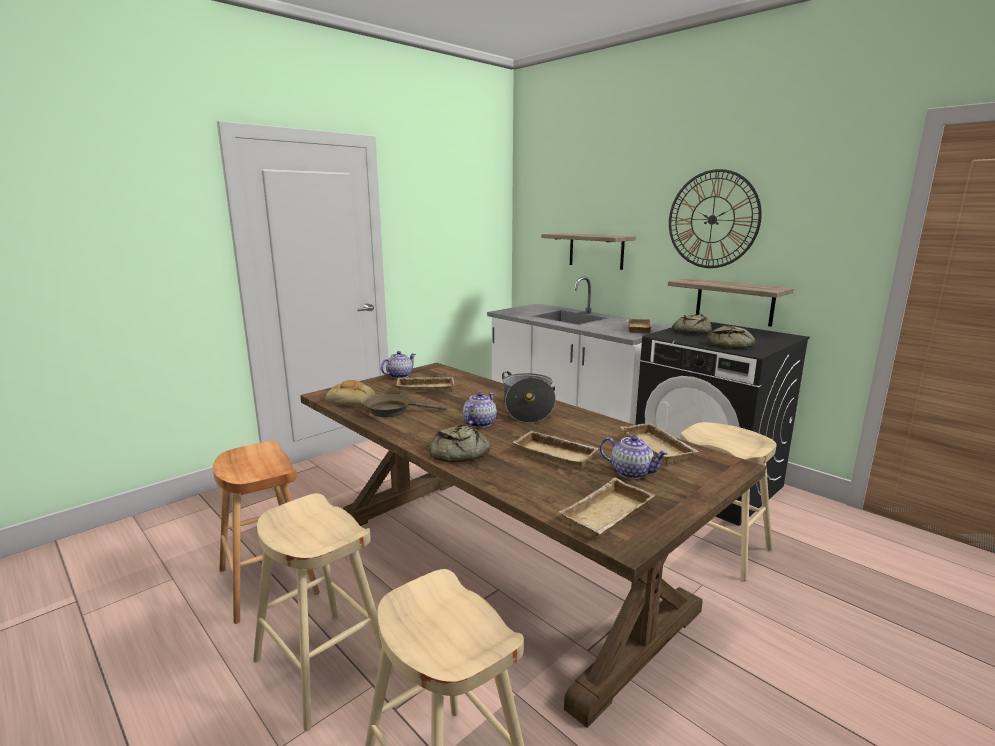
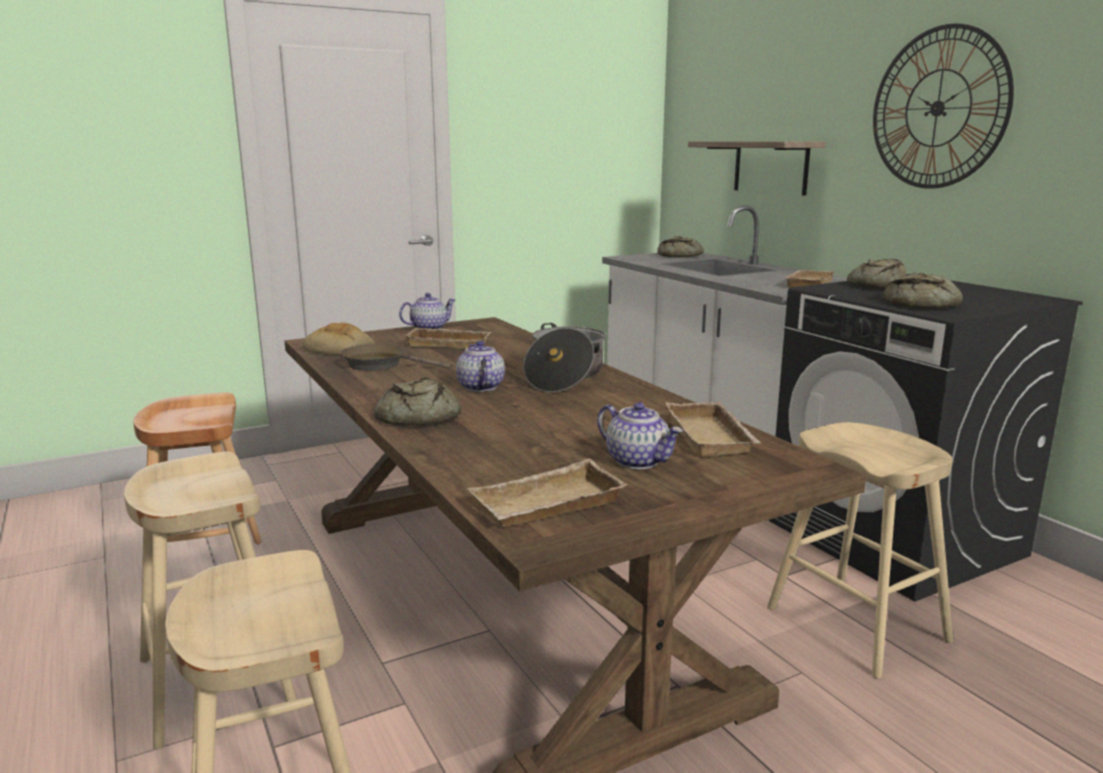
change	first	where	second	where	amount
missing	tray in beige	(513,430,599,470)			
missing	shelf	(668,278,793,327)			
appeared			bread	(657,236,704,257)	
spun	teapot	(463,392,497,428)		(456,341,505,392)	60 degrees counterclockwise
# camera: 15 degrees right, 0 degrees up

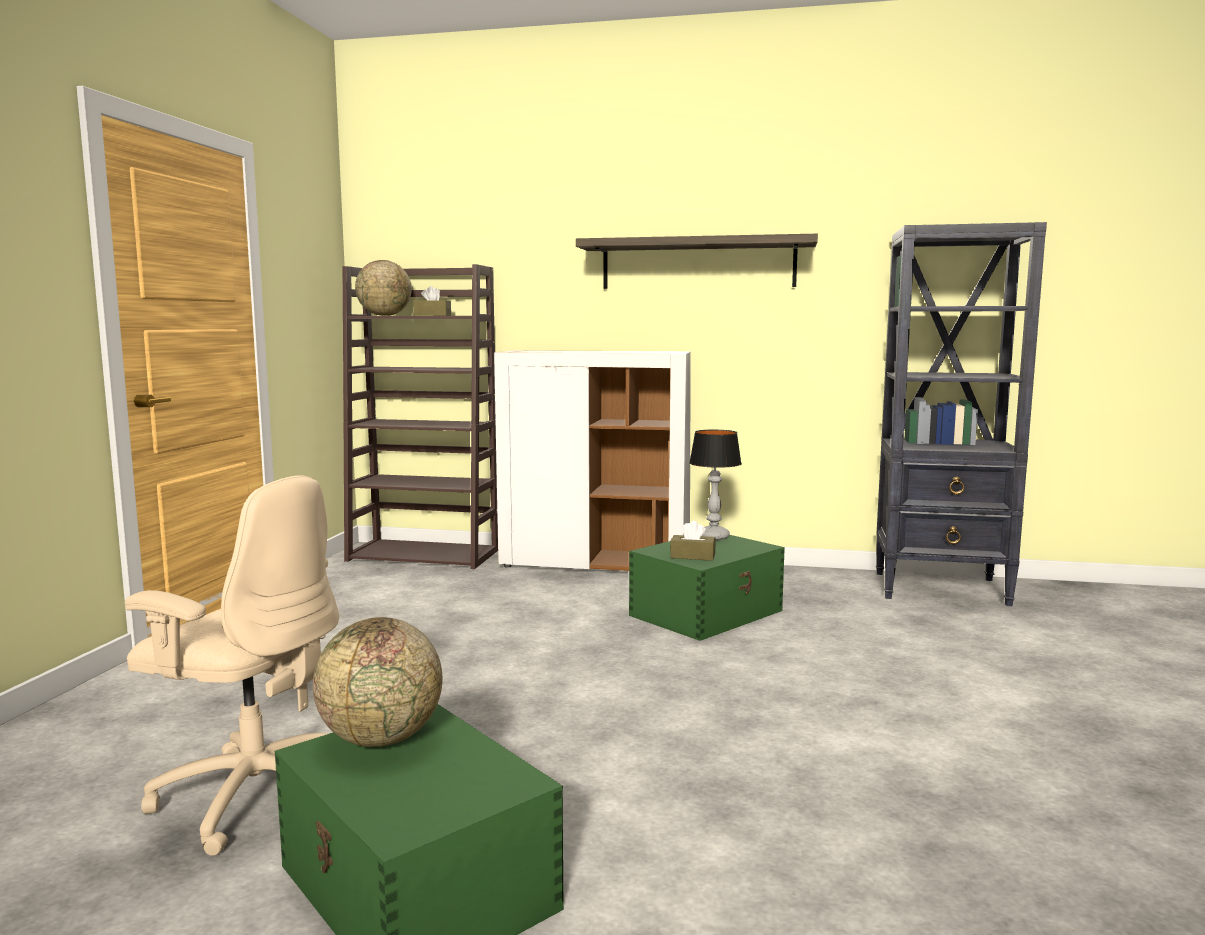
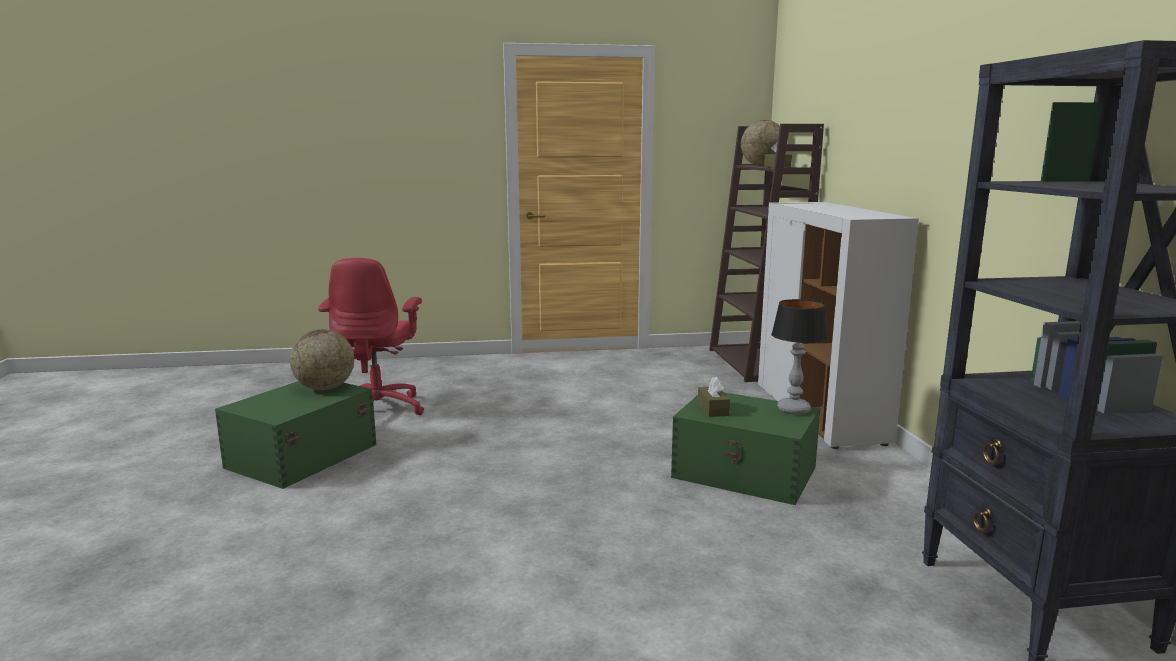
change	first	where	second	where	amount
missing	shelf	(576,234,818,289)			
colour	office chair in beige	(125,475,339,856)	office chair in red	(318,258,424,415)	
# camera: 70 degrees right, 5 degrees up

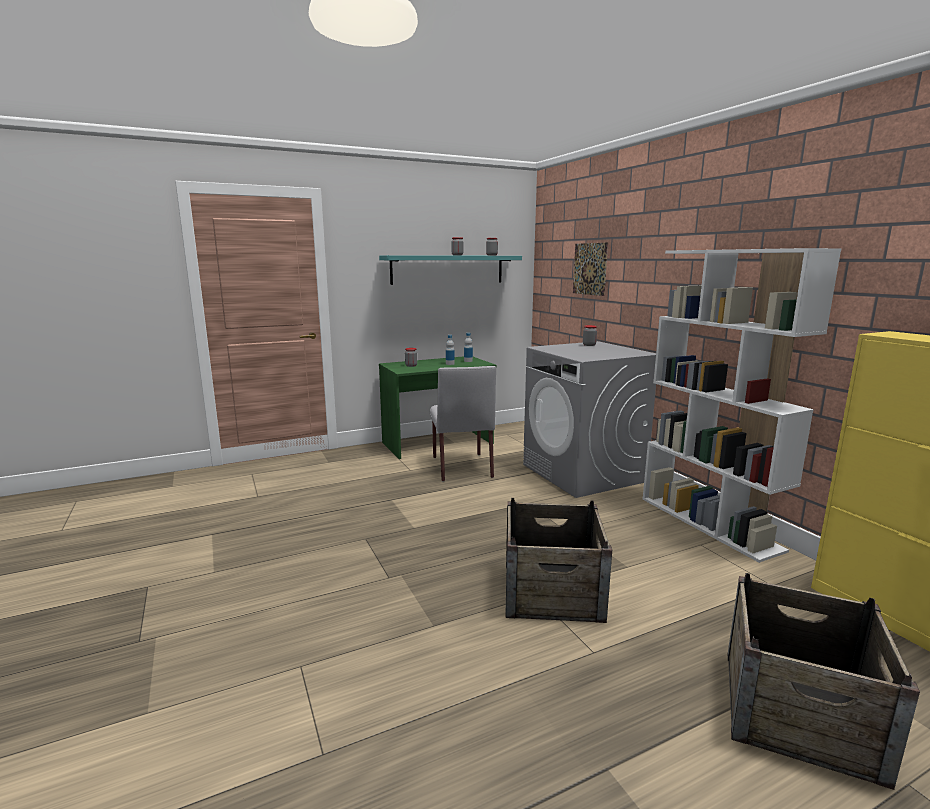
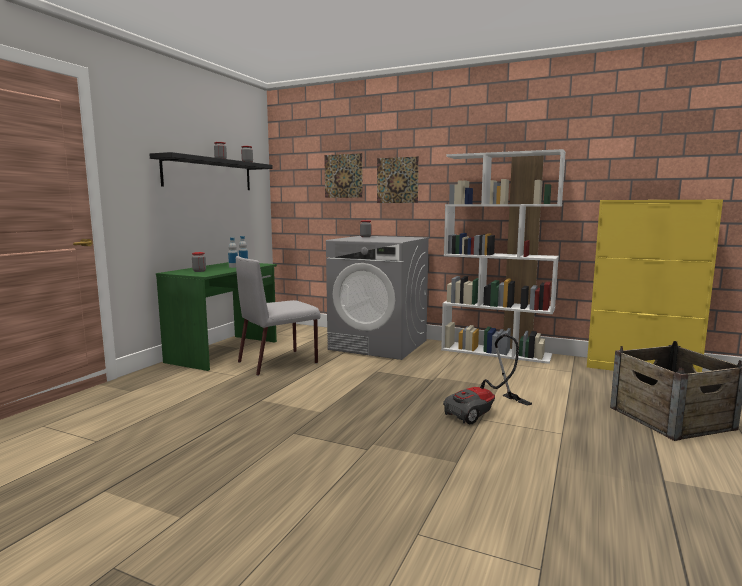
change	first	where	second	where	amount
appeared			picture	(377,157,419,203)	
exchanged	crate	(506,498,612,623)	vacuum cleaner	(443,334,532,424)	
colour	shelf in turquoise	(379,255,522,285)	shelf in black	(149,152,273,190)	
spun	chair in grey	(430,366,496,482)		(236,256,321,376)	105 degrees clockwise
# camera: 40 degrees left, 5 degrees down

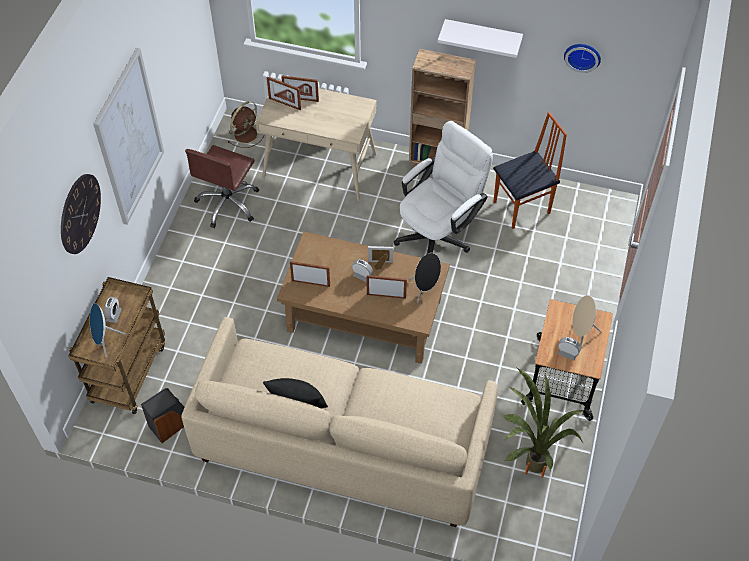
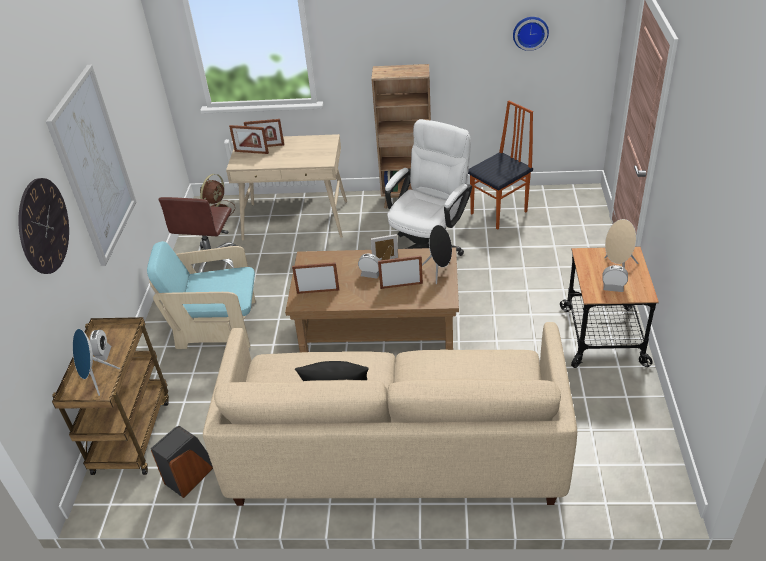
change	first	where	second	where	amount
missing	shelf in white	(437,19,523,58)			
missing	potted plant	(504,368,584,478)			
appeared			armchair in turquoise	(147,241,255,349)	
# camera: 10 degrees left, 15 degrees down

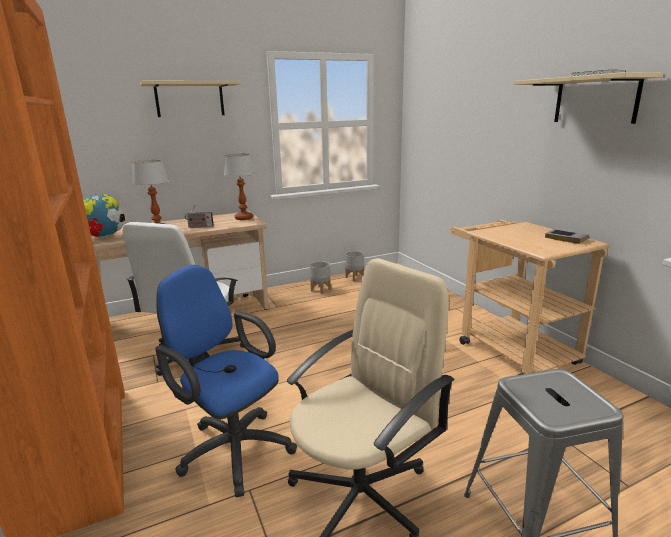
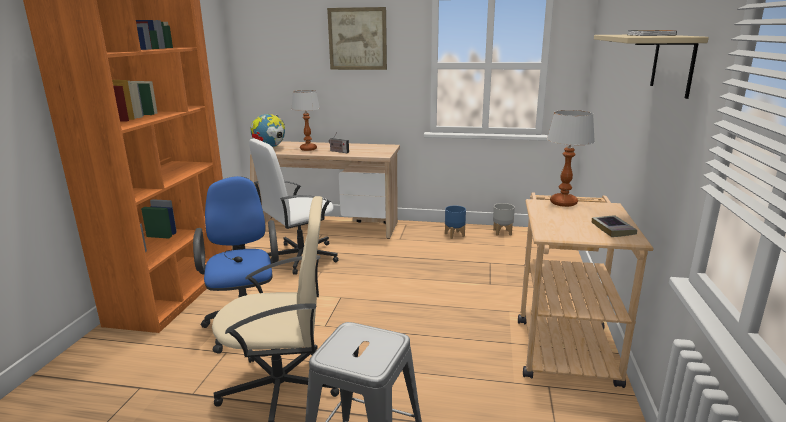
change	first	where	second	where	amount
relocated	table lamp	(224,154,256,220)		(547,110,595,207)	
exchanged	shelf in beige	(140,81,241,117)	picture	(327,7,387,70)	
colour	planter in grey	(310,261,331,294)	planter in blue	(445,206,466,239)	
# camera: 35 degrees right, 0 degrees up

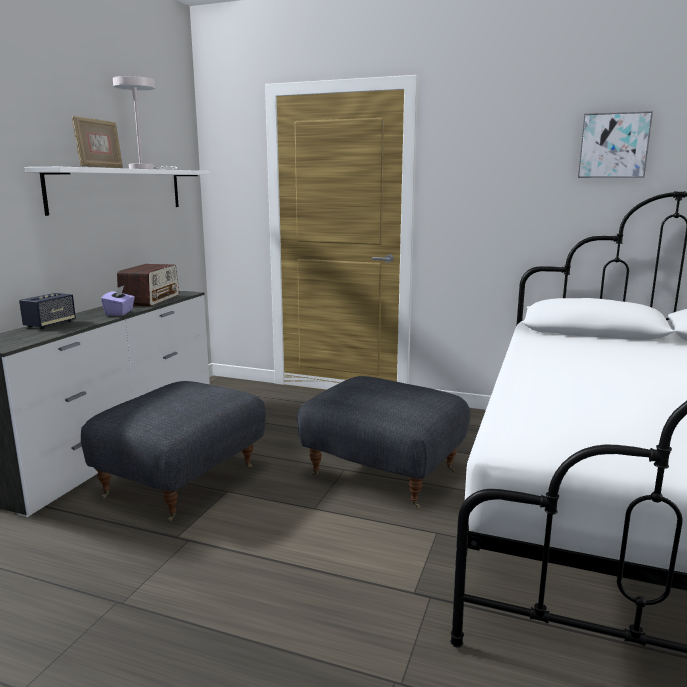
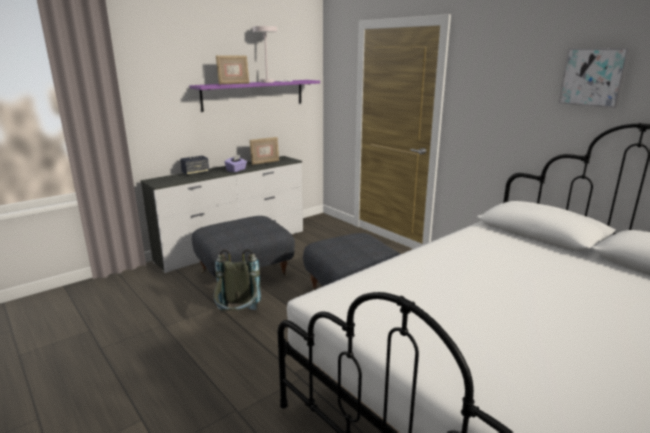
change	first	where	second	where	amount
appeared			backpack in grey	(214,249,261,311)	
exchanged	radio	(117,264,179,306)	picture frame	(250,137,279,165)	
colour	shelf in white	(24,167,211,216)	shelf in purple	(190,80,320,112)	
# camera: 30 degrees right, 5 degrees up

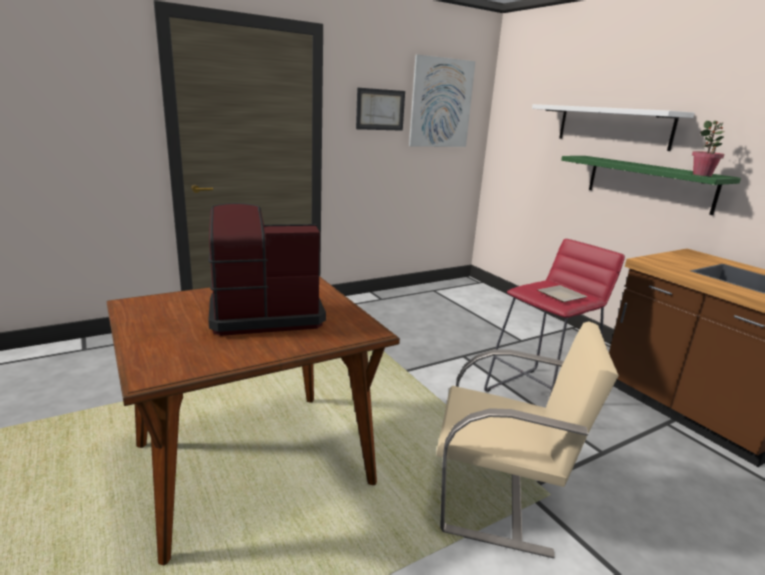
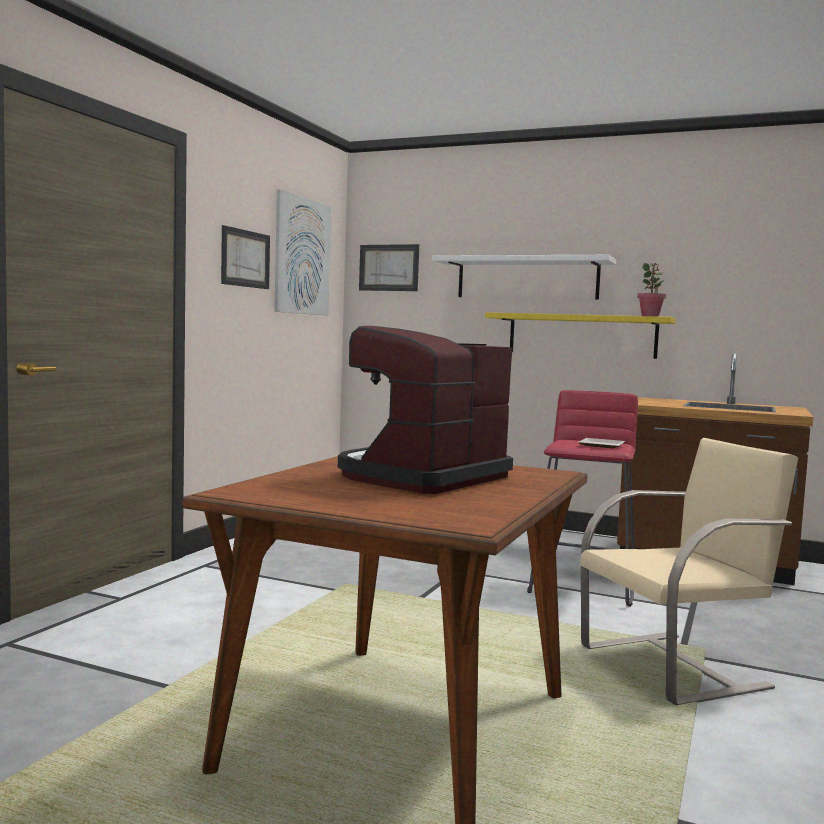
change	first	where	second	where	amount
appeared			picture	(359,244,419,291)	
colour	shelf in green	(561,156,741,215)	shelf in yellow	(485,312,676,359)	
# camera: 35 degrees left, 15 degrees down

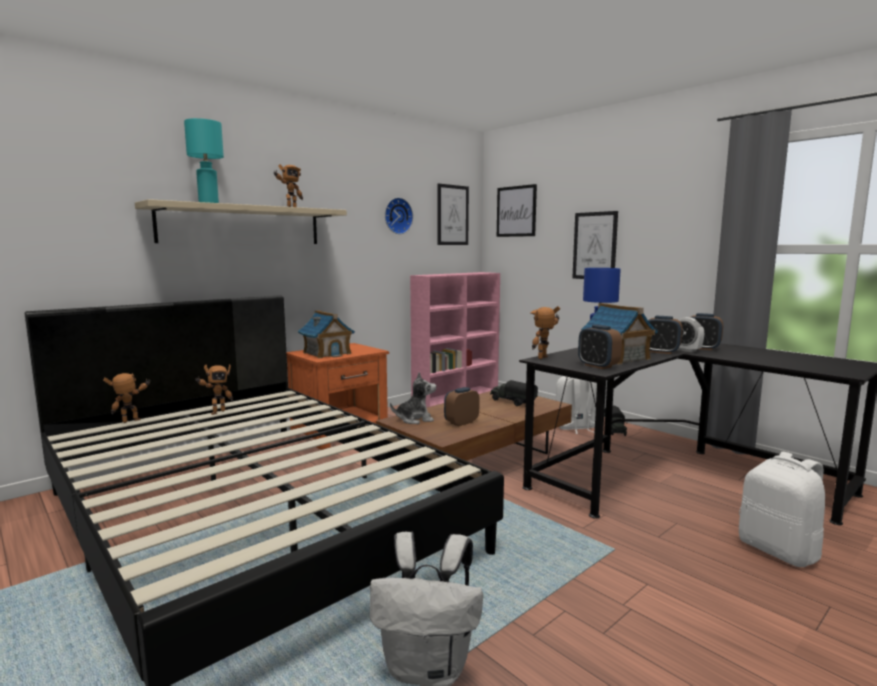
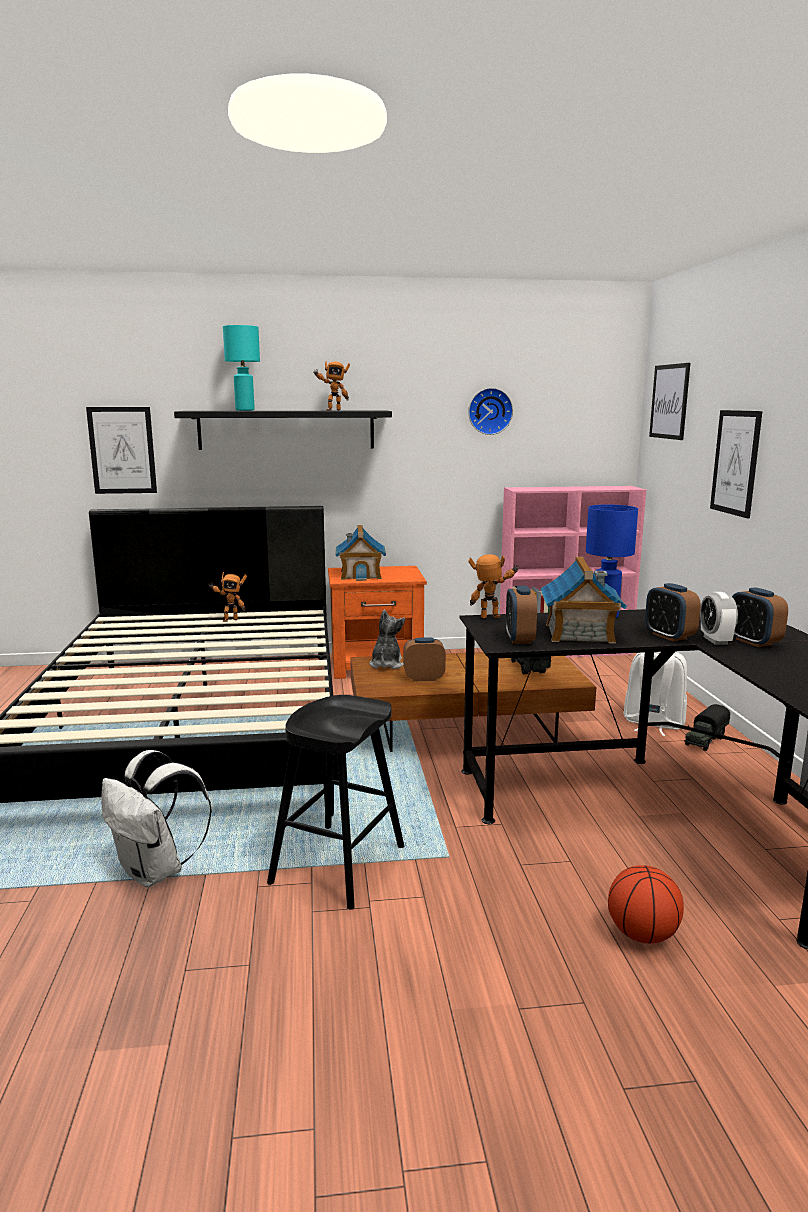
change	first	where	second	where	amount
missing	toy robot	(103,373,151,423)			
appeared			stool in black	(267,695,404,910)	
relocated	picture	(437,184,469,245)		(86,407,157,494)	
exchanged	backpack in white	(739,452,825,567)	basketball	(608,865,684,944)	
colour	shelf in beige	(135,199,347,244)	shelf in black	(174,411,392,450)	
spun	plush toy	(390,372,436,424)		(369,610,405,669)	105 degrees counterclockwise
# camera: 35 degrees right, 5 degrees up

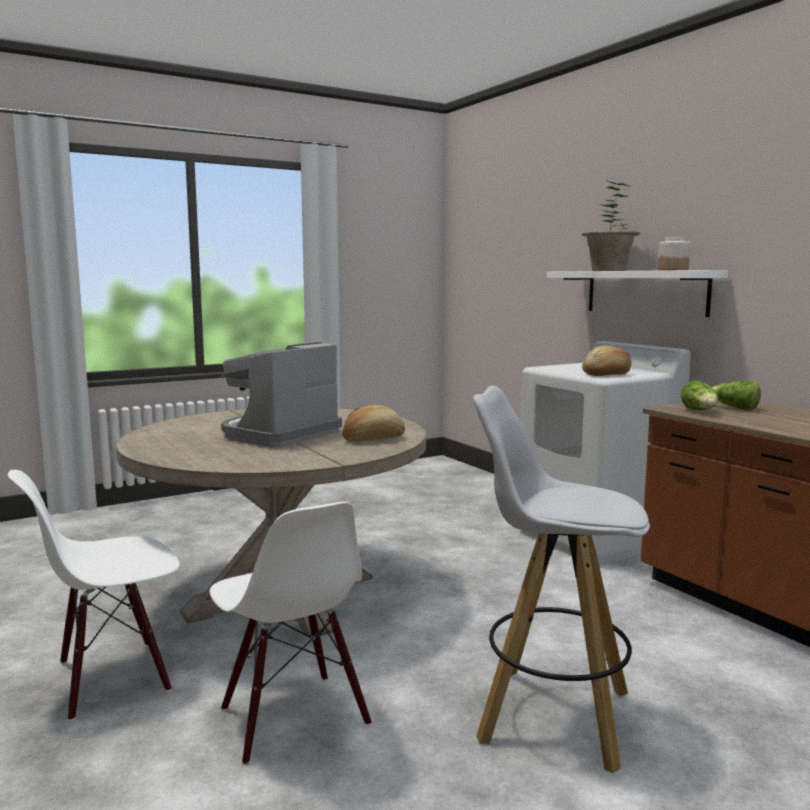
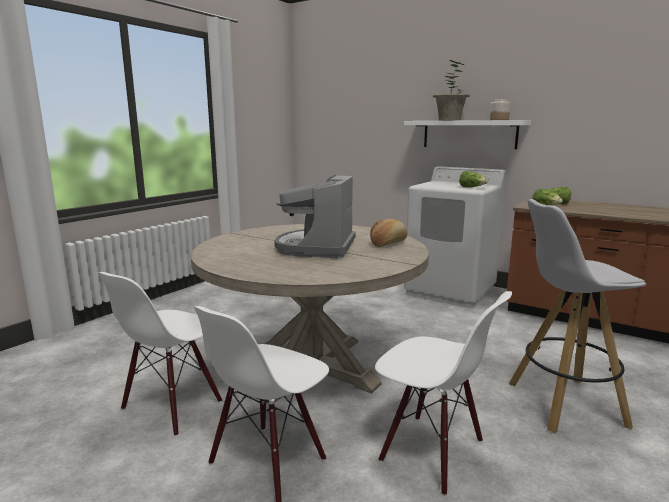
change	first	where	second	where	amount
appeared			chair in white	(98,272,222,436)	
exchanged	bread	(582,345,631,376)	lettuce	(459,171,488,187)	
# camera: 25 degrees left, 5 degrees up

